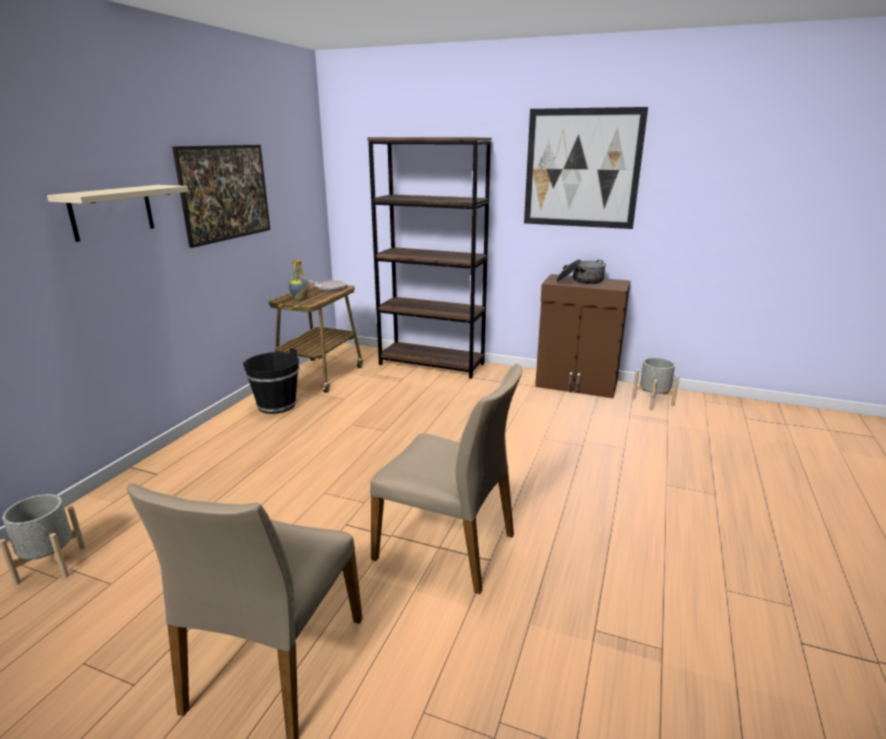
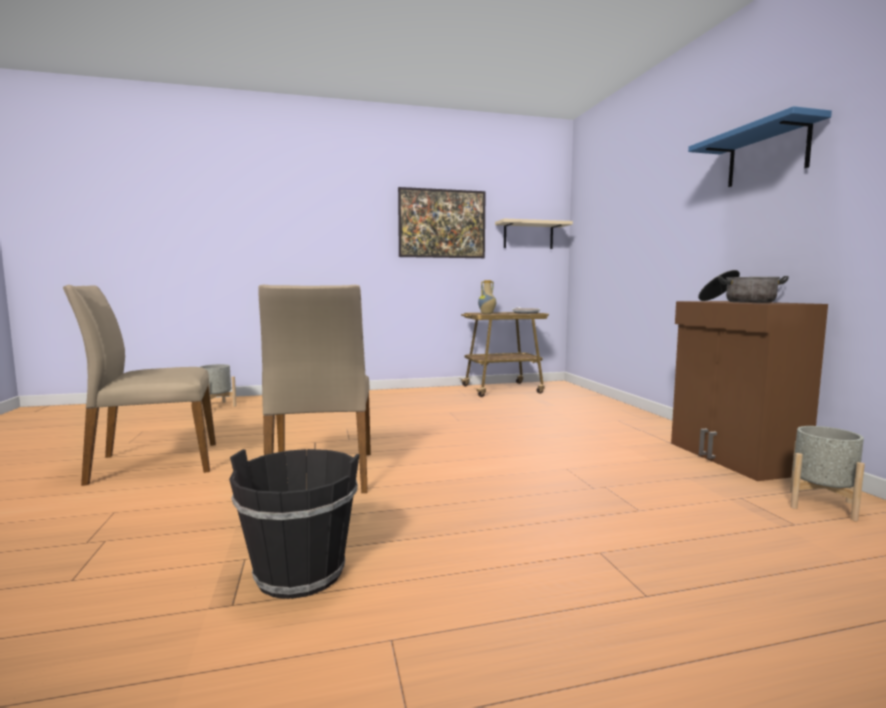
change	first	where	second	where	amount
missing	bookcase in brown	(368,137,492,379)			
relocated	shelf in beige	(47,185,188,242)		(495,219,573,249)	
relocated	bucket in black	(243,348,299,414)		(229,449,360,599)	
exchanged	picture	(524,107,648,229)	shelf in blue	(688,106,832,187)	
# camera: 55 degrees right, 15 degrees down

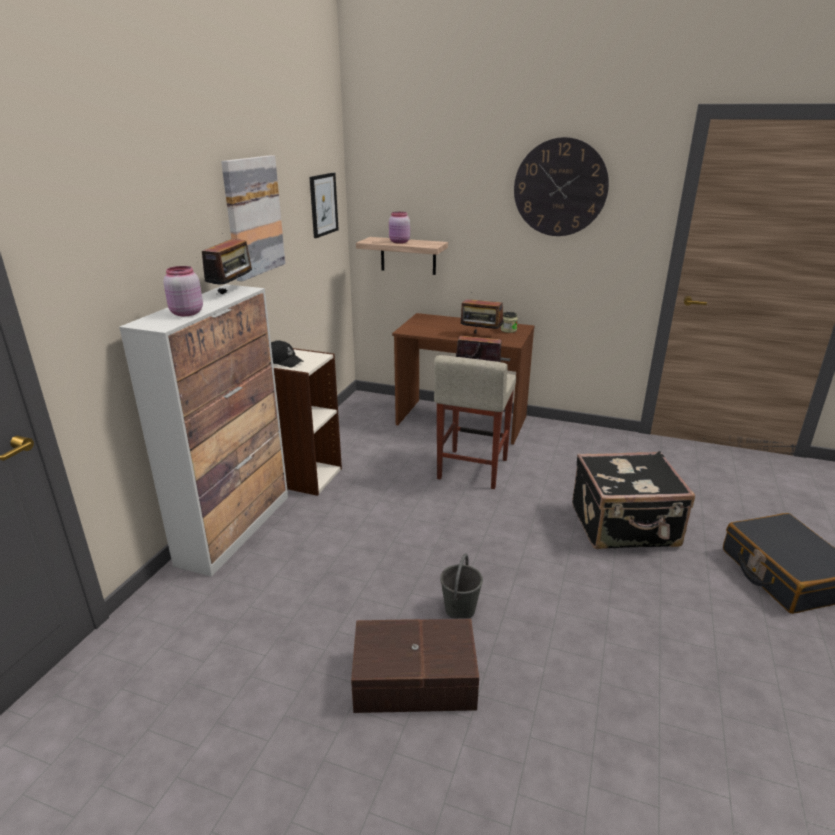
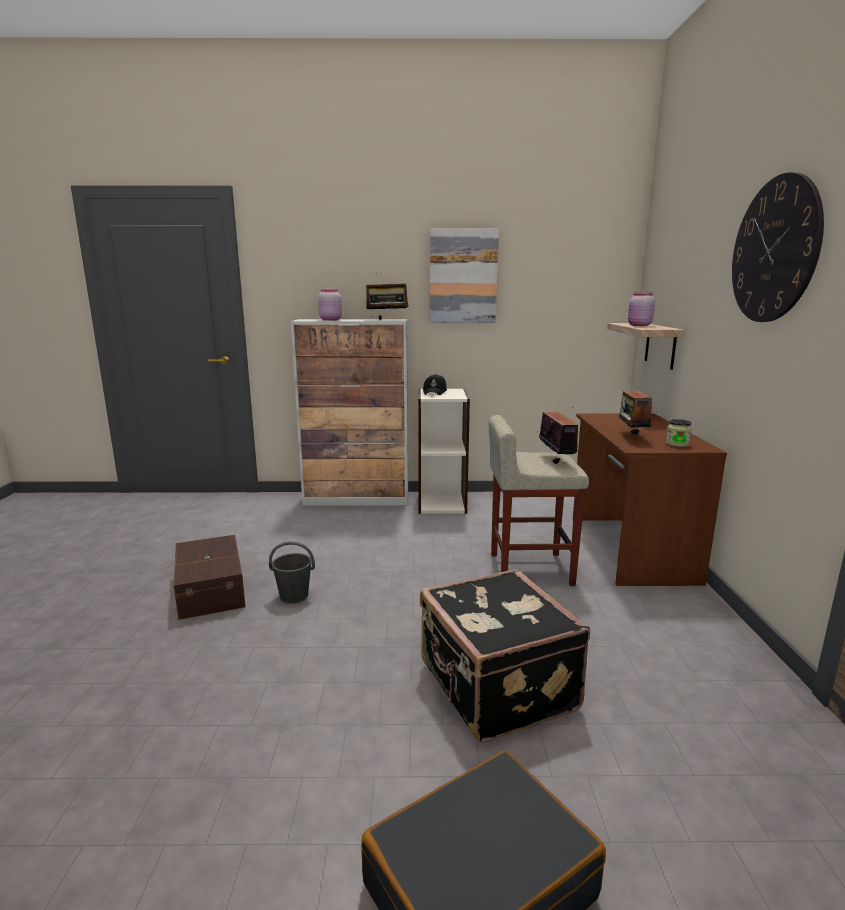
change	first	where	second	where	amount
missing	picture	(309,173,339,238)			
# camera: 70 degrees right, 10 degrees down

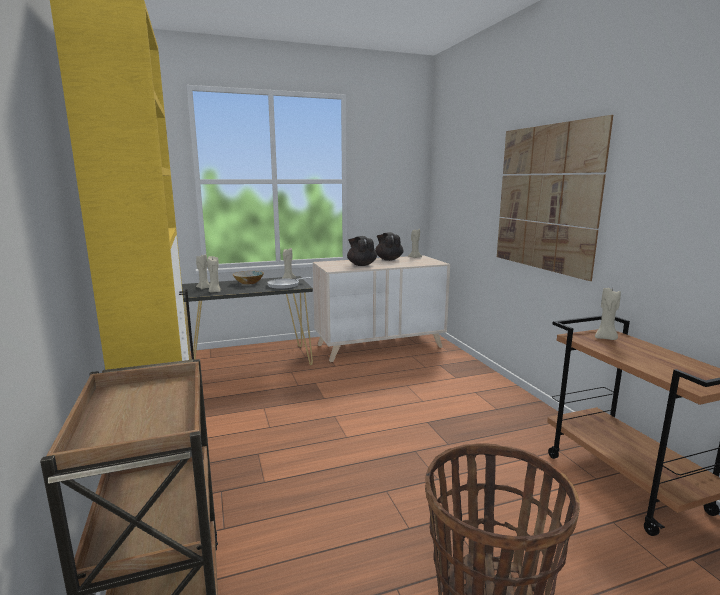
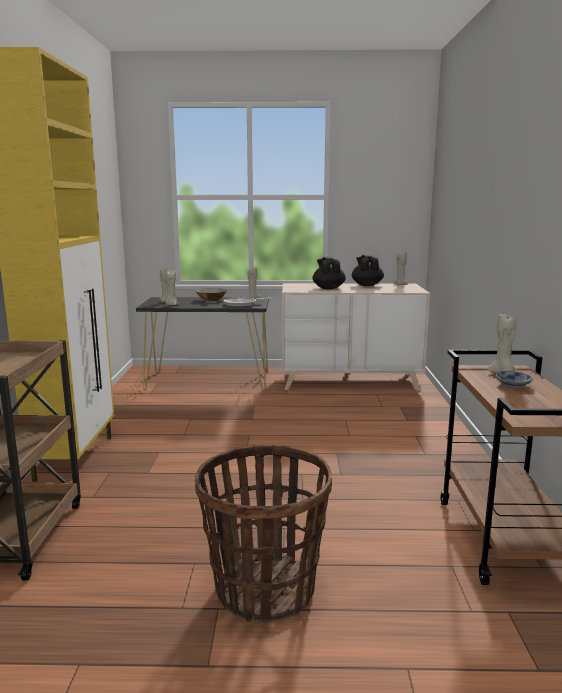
change	first	where	second	where	amount
missing	picture	(497,115,613,281)			
appeared			bowl	(496,371,533,388)	
# camera: 20 degrees right, 0 degrees up

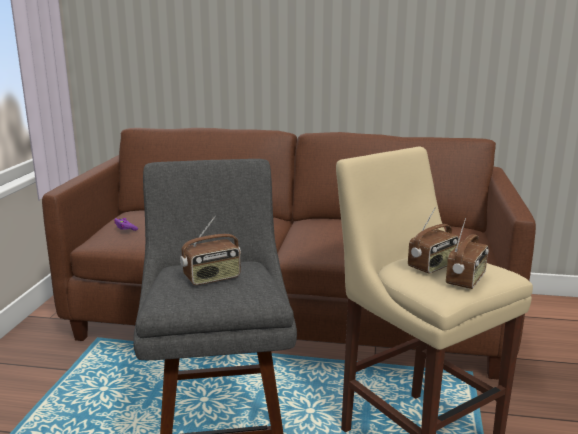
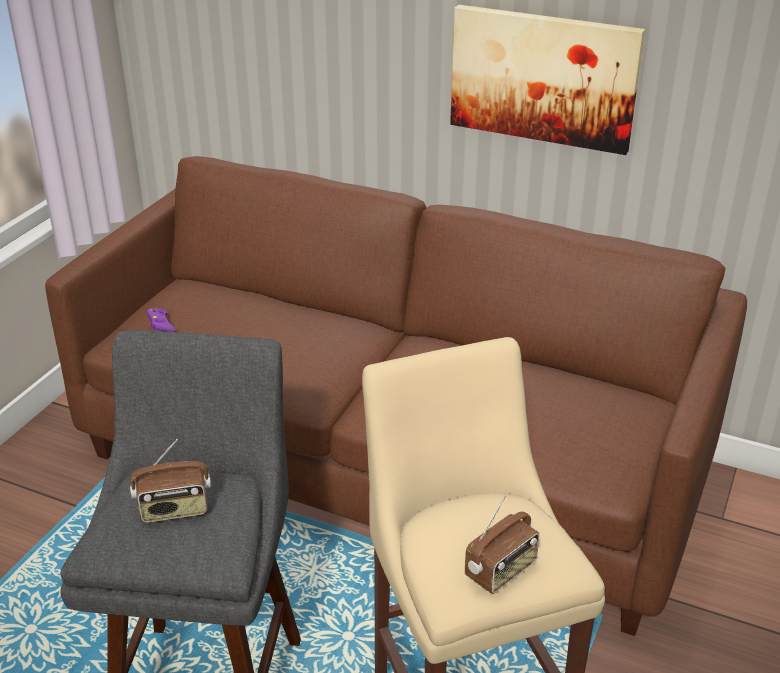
change	first	where	second	where	amount
missing	radio	(408,207,459,274)			
appeared			picture	(450,5,645,155)	
# camera: 15 degrees right, 15 degrees up

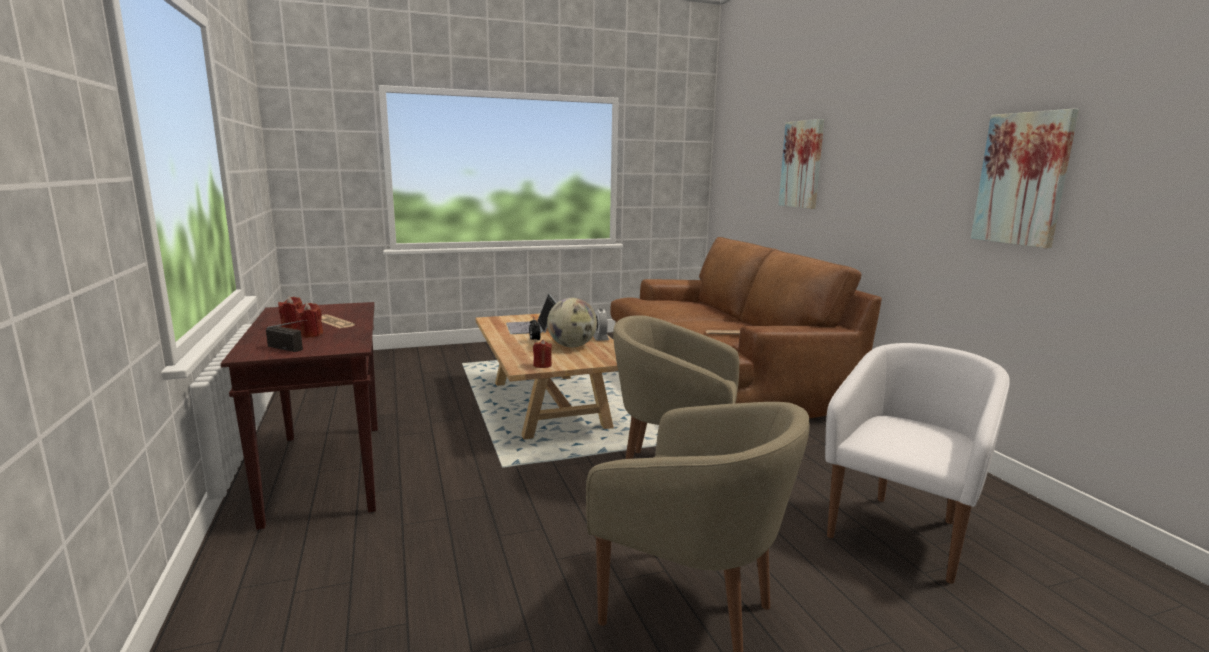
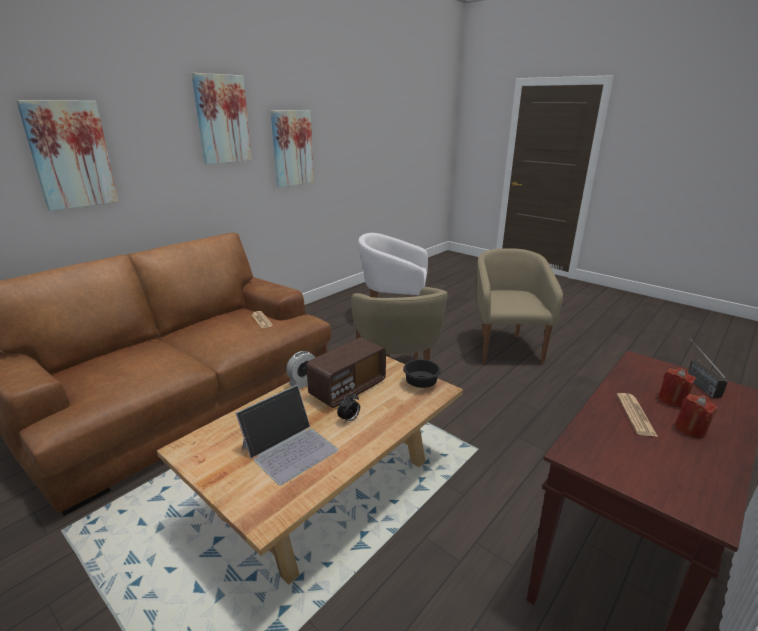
change	first	where	second	where	amount
appeared			picture	(191,73,252,164)	
exchanged	candle in red	(533,340,552,368)	bowl in black	(403,359,441,388)	
exchanged	globe	(547,298,597,348)	radio	(306,338,386,408)	
# camera: 120 degrees left, 10 degrees up

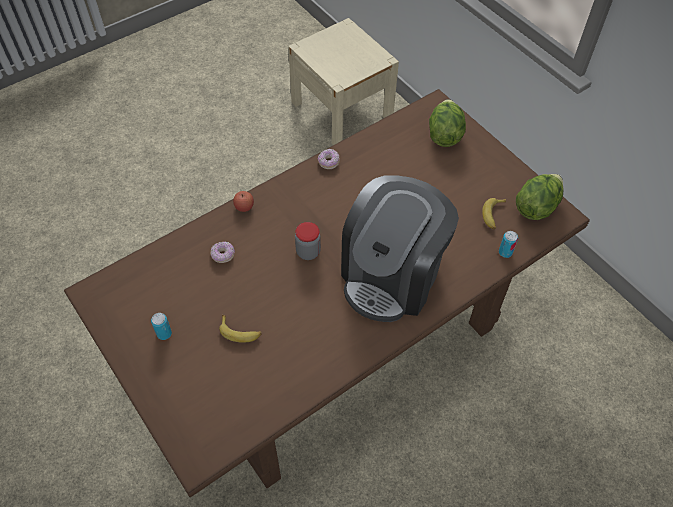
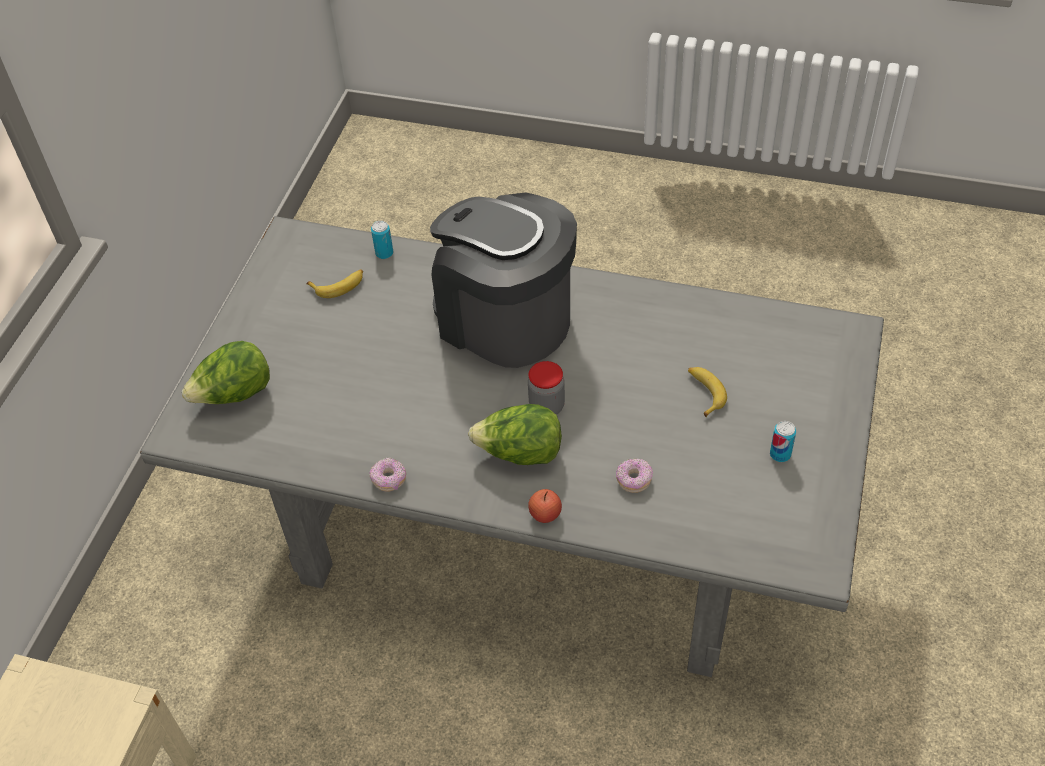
change	first	where	second	where	amount
relocated	lettuce	(516,174,563,220)		(468,404,562,465)	
colour	dining table in brown	(64,89,590,497)	dining table in grey	(140,216,884,677)	
spun	coffee machine	(341,175,459,322)		(430,192,577,368)	135 degrees counterclockwise
# camera: 125 degrees left, 5 degrees down

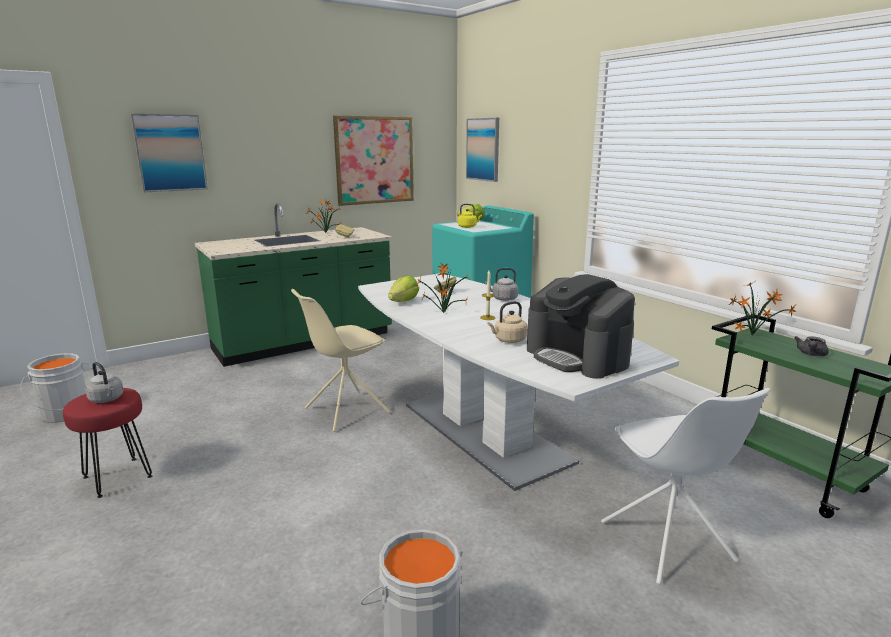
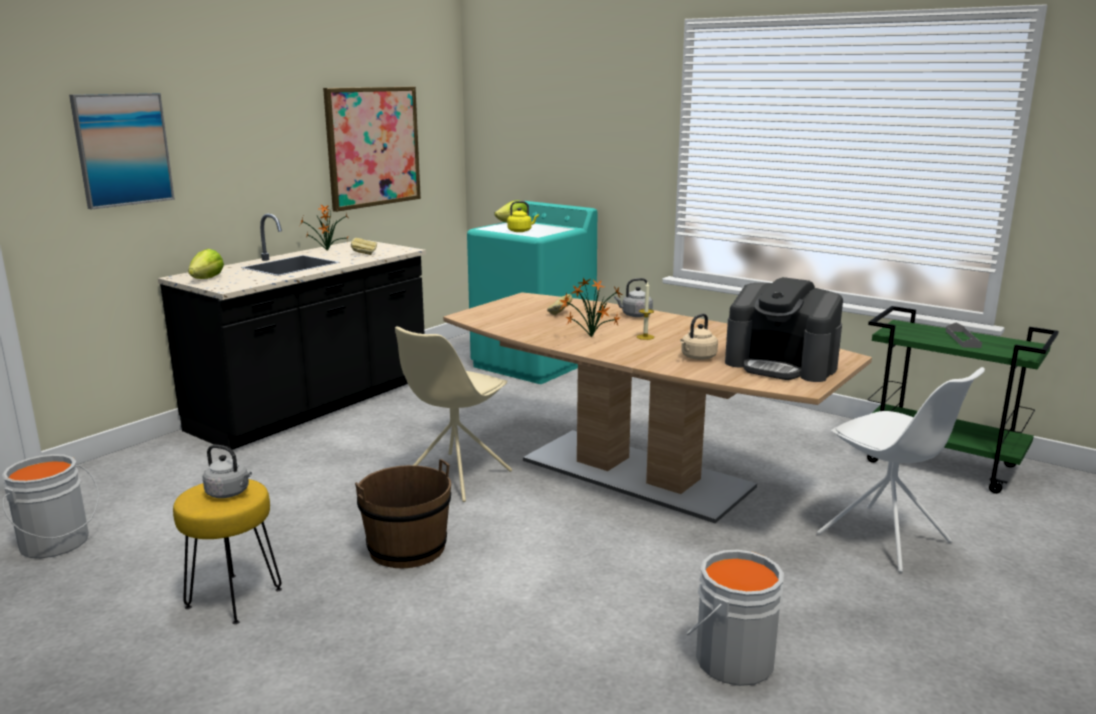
change	first	where	second	where	amount
missing	picture	(466,118,499,182)			
missing	potted plant	(729,282,796,335)			
appeared			bucket in brown	(355,459,451,568)	
relocated	lettuce	(388,275,419,302)		(188,249,224,279)	
exchanged	teapot in grey	(794,336,829,356)	tray in grey	(946,323,982,348)	
colour	stool in red	(63,388,152,498)	stool in yellow	(173,479,282,624)	
colour	counter in green	(195,203,392,367)	counter in black	(158,213,426,450)	
colour	dining table in white	(358,273,679,491)	dining table in brown	(443,292,872,523)	
# camera: 20 degrees left, 0 degrees up

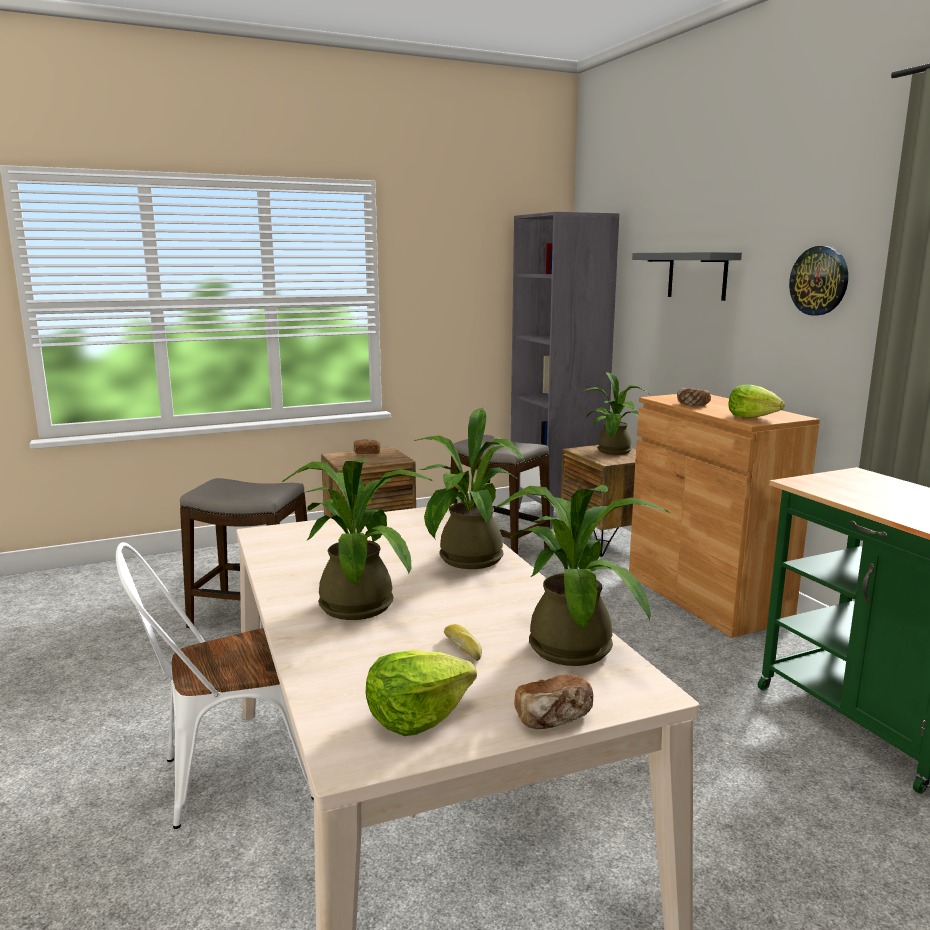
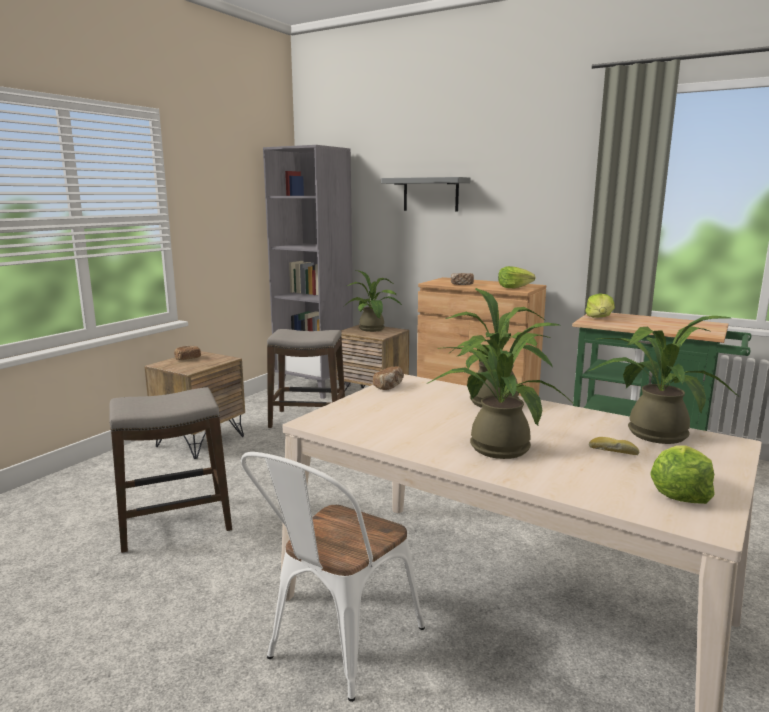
change	first	where	second	where	amount
missing	wall clock	(789,246,848,316)			
appeared			lettuce	(585,294,615,318)	
relocated	bread	(514,674,593,729)		(373,366,404,390)	
# camera: 35 degrees left, 0 degrees up

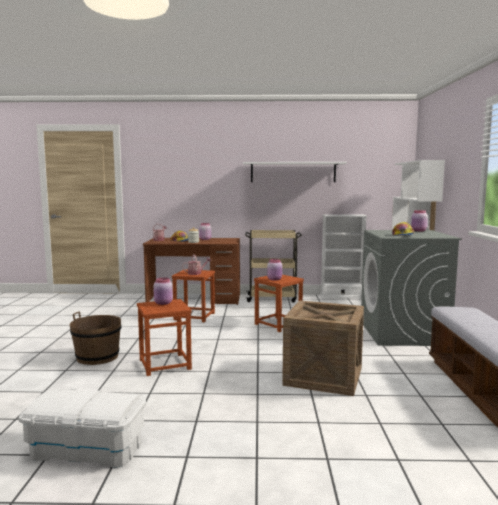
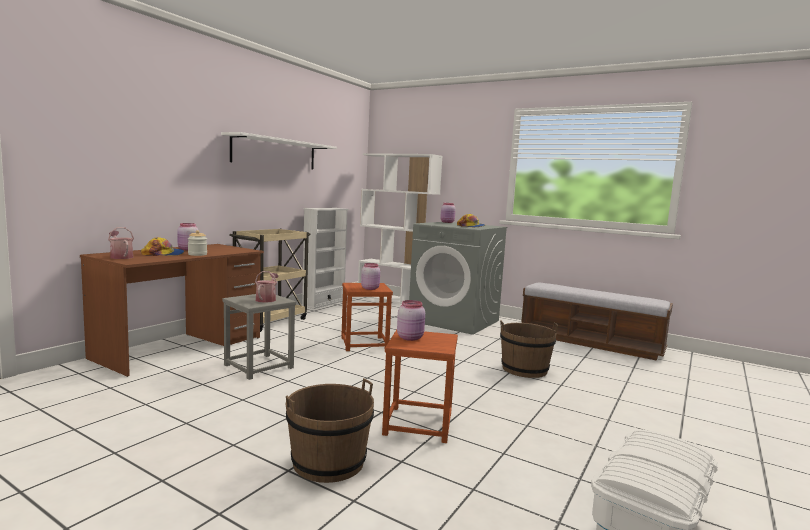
change	first	where	second	where	amount
exchanged	crate	(282,301,364,396)	bucket in brown	(500,320,558,378)	
colour	stool in brown	(172,269,215,322)	stool in grey	(223,294,296,380)	
# camera: 60 degrees left, 0 degrees up

